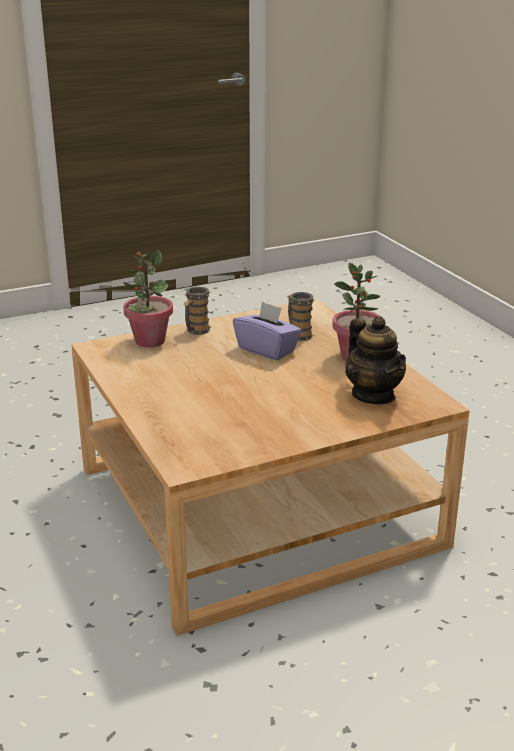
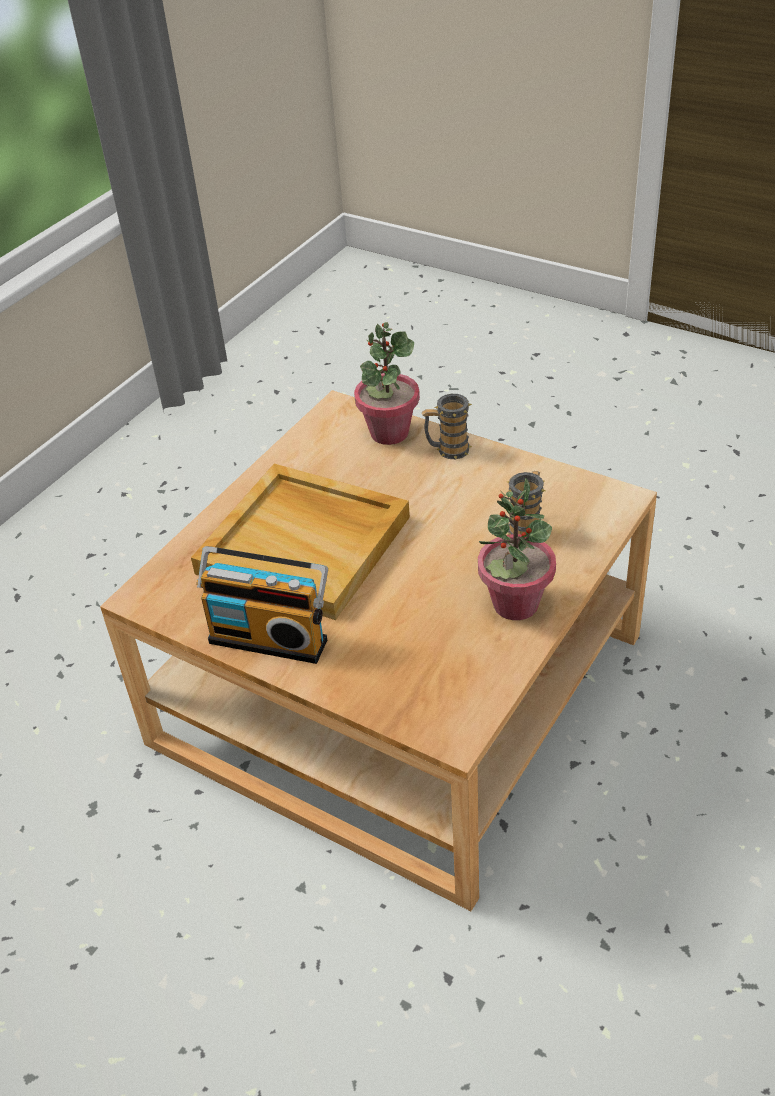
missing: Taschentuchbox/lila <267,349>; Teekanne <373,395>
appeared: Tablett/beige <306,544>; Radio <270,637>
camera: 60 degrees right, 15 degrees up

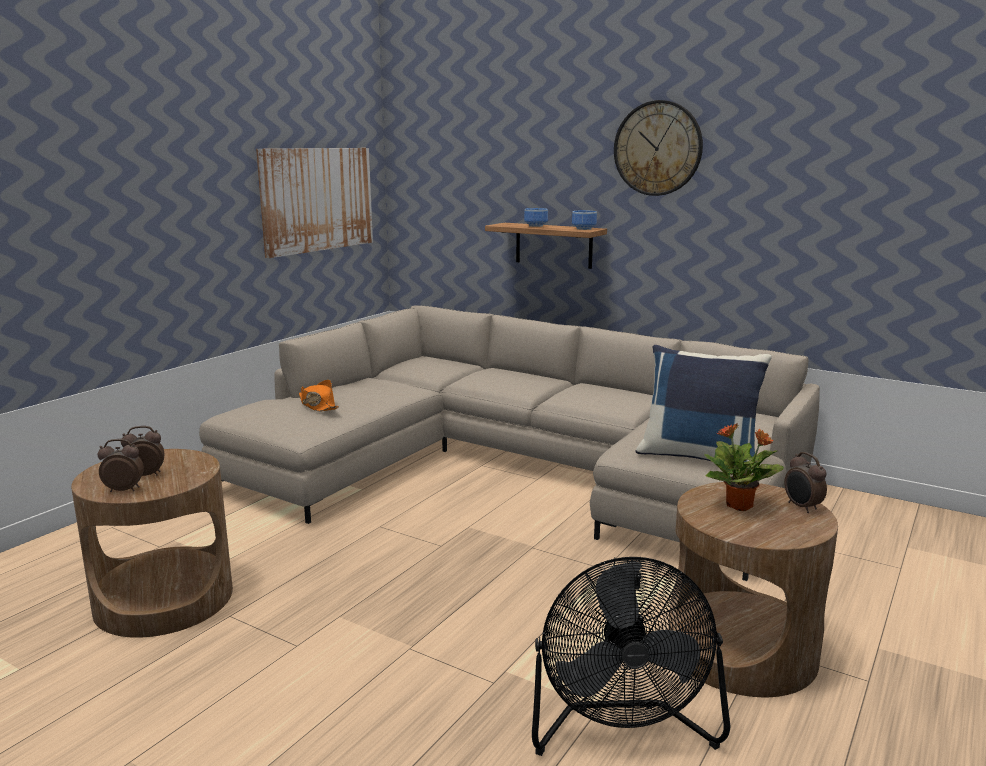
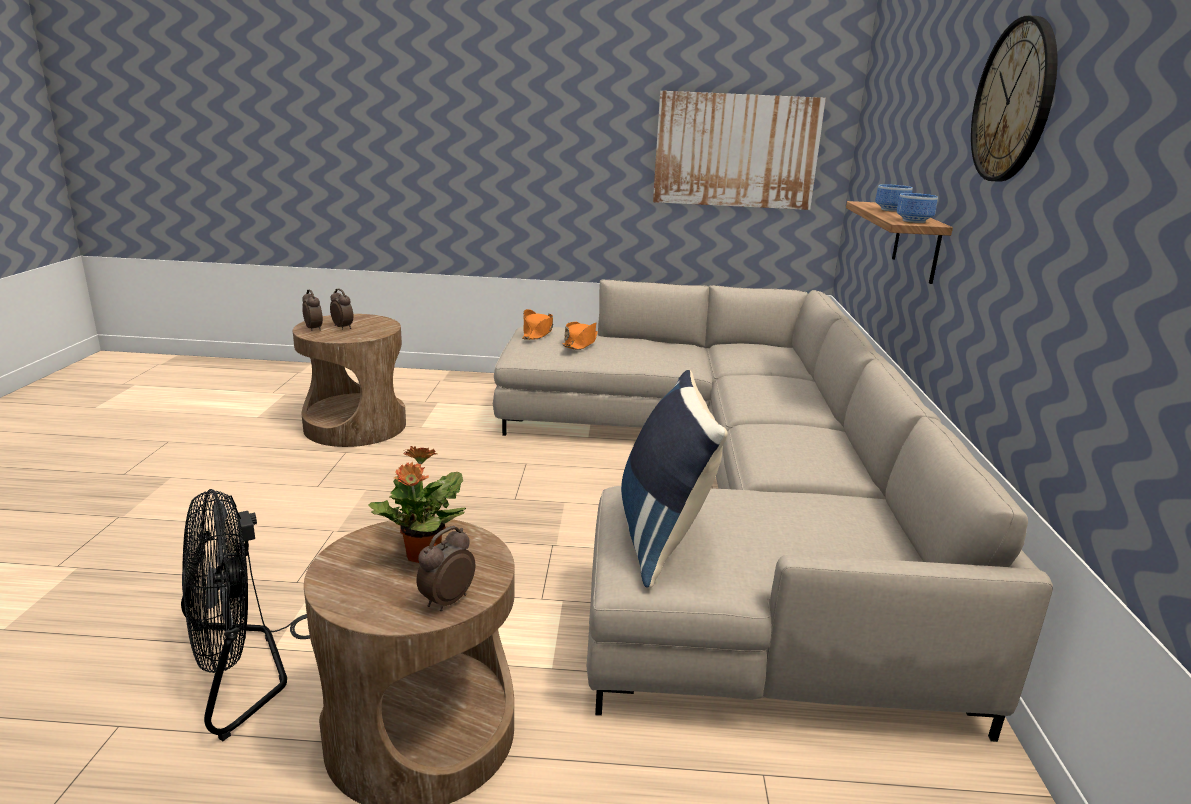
appeared: Hut/orange <537,333>
camera: 60 degrees right, 5 degrees up

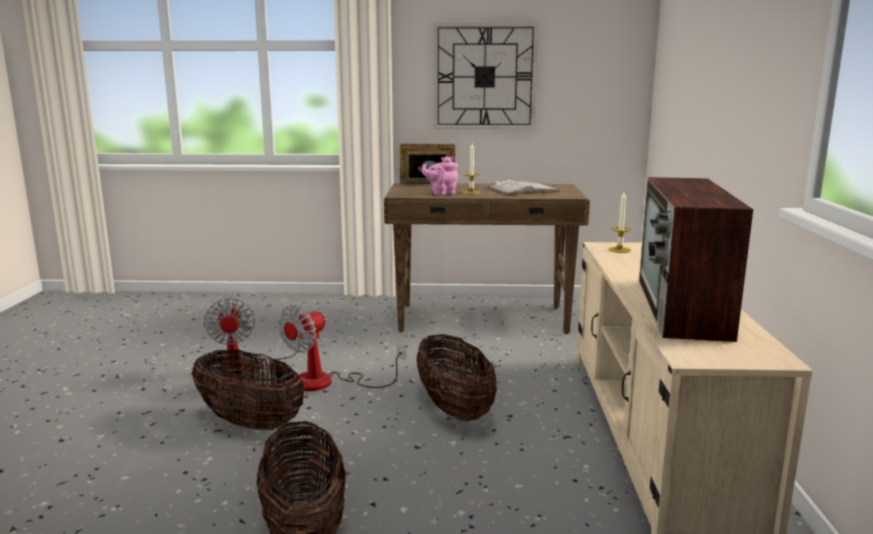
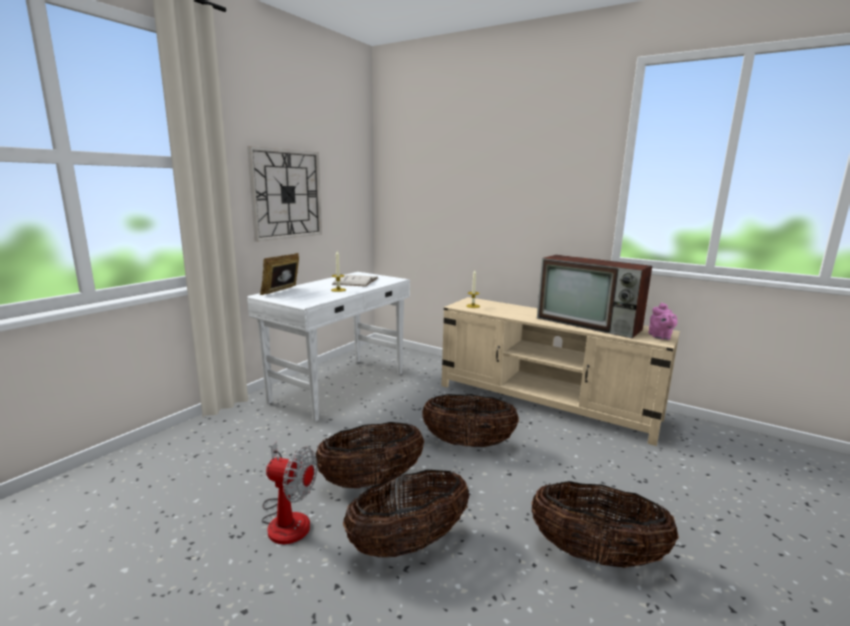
relocated: Teekanne/rosa <441,194> to <660,337>
exchanged: Ventilator <327,382> to Korb <371,481>
colour: Konsolentisch/braun <483,318> to Konsolentisch/weiß <339,387>
camera: 60 degrees left, 0 degrees up

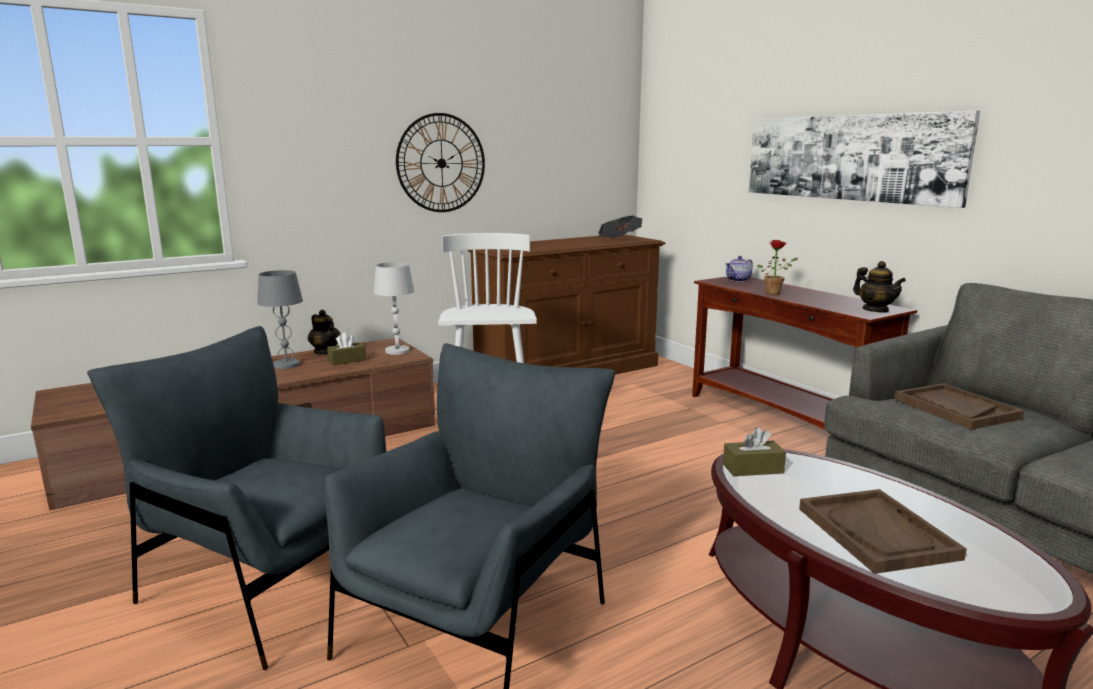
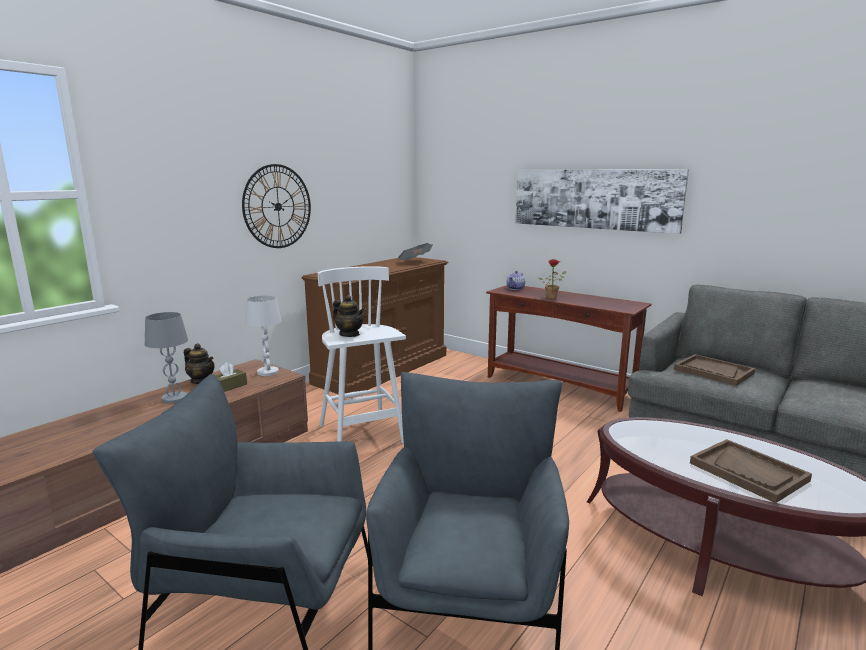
missing: Taschentuchbox/braun <752,468>
relocated: Teekanne <875,310> to <349,334>
camera: 20 degrees left, 0 degrees up

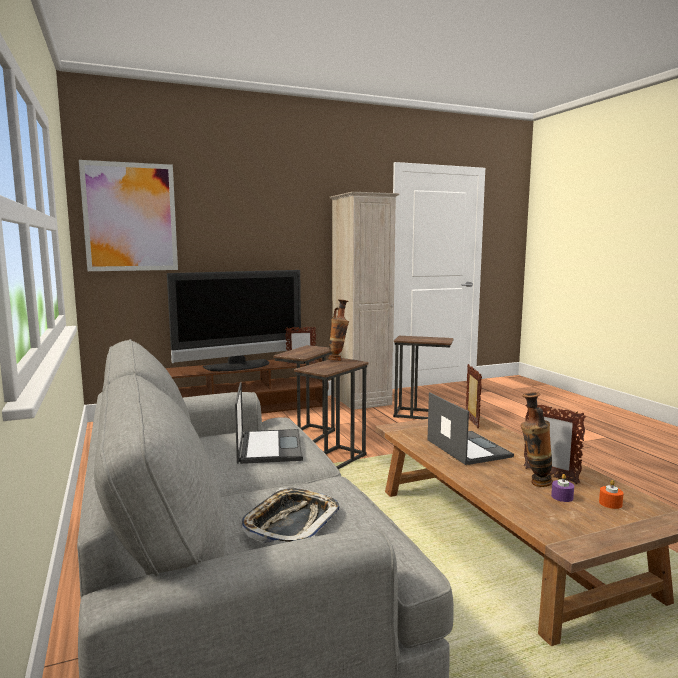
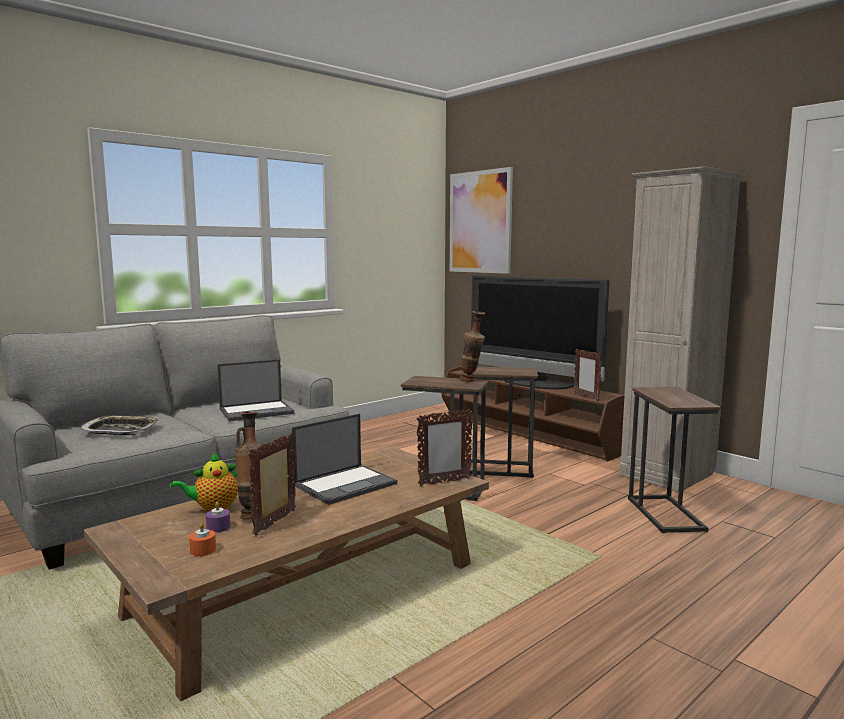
appeared: Teekanne <213,508>
camera: 70 degrees right, 0 degrees up

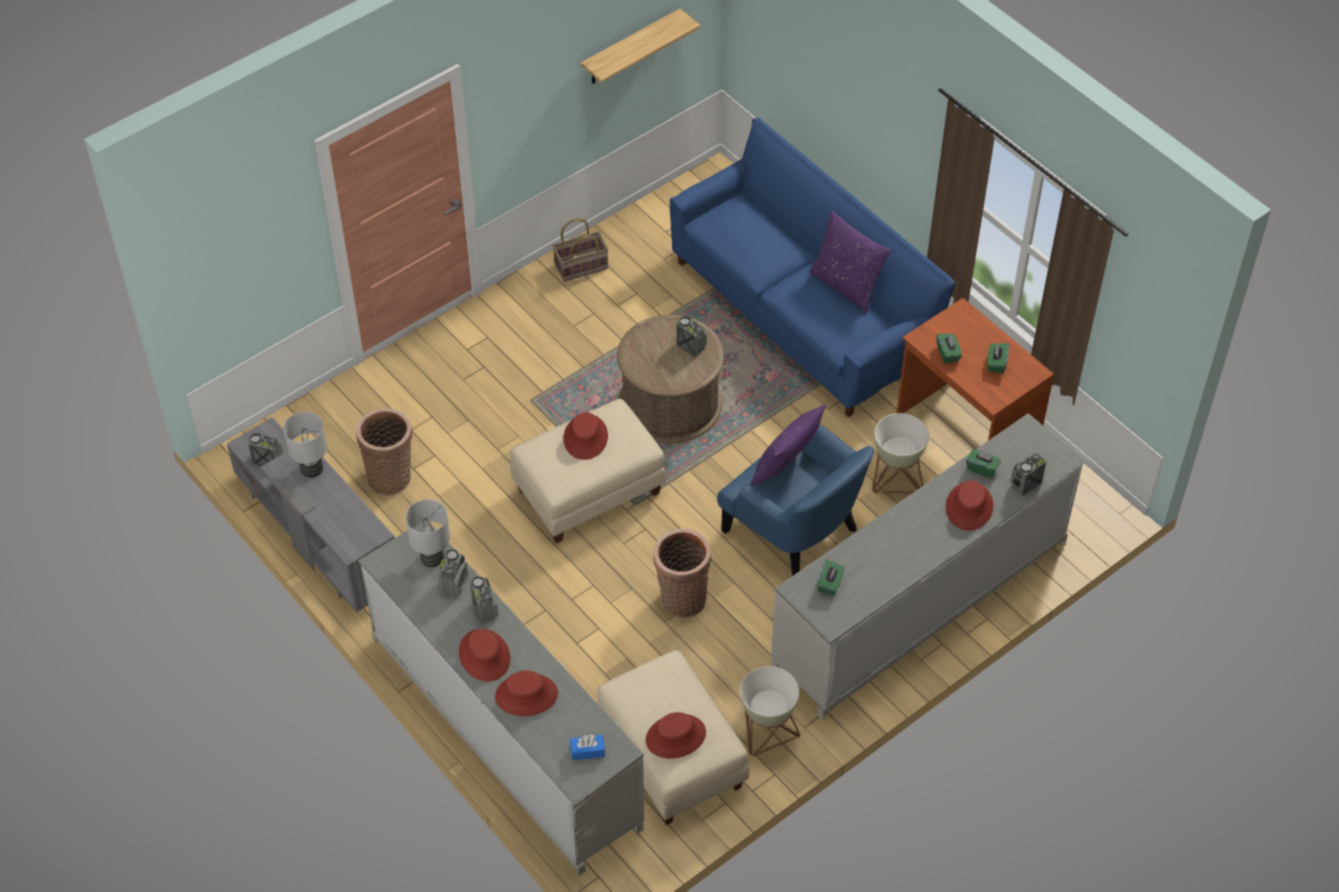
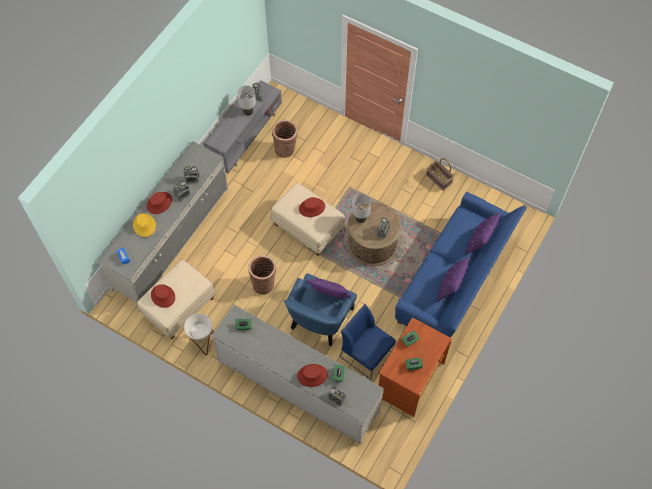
missing: Wandregal <631,48>
appeared: Kissen/lila <480,242>
relocated: Tischlampe/grau <432,557> to <361,218>
exchanged: Pflanzkübel <895,481> to Stuhl/blau <366,355>
colour: Hut/rot <526,695> to Hut/gelb <144,225>
camera: 70 degrees right, 10 degrees up

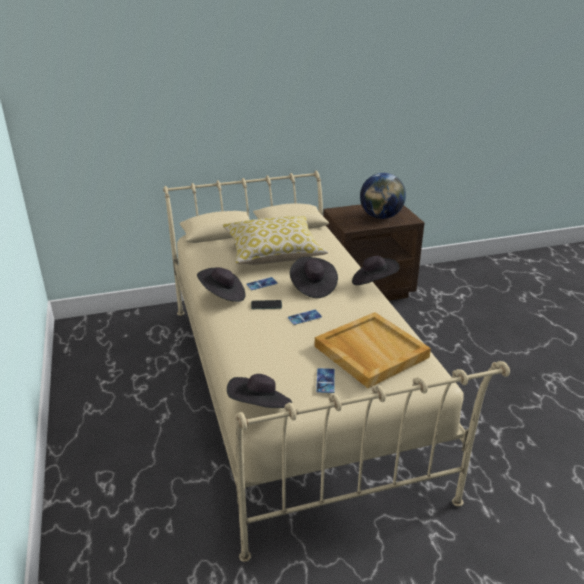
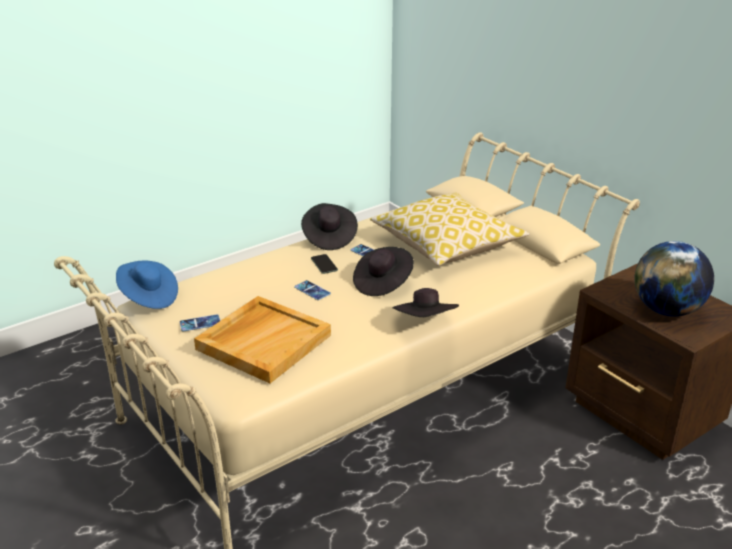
colour: Hut/schwarz <260,407> to Hut/blau <148,297>
camera: 70 degrees right, 0 degrees up

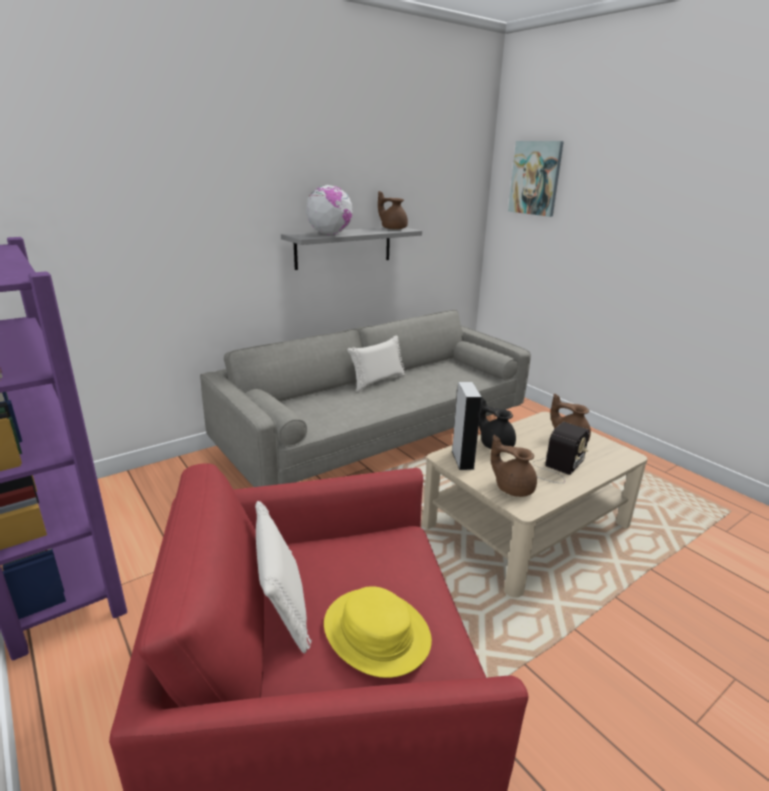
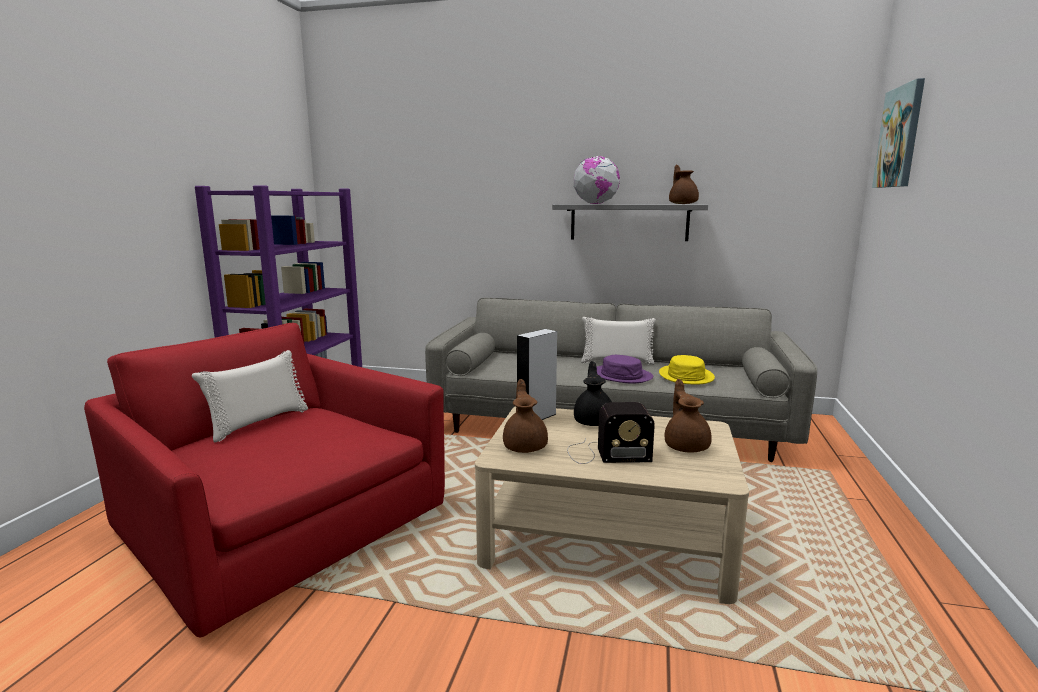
appeared: Hut/lila <621,375>
relocated: Hut/gelb <376,632> to <685,376>
camera: 50 degrees right, 10 degrees down

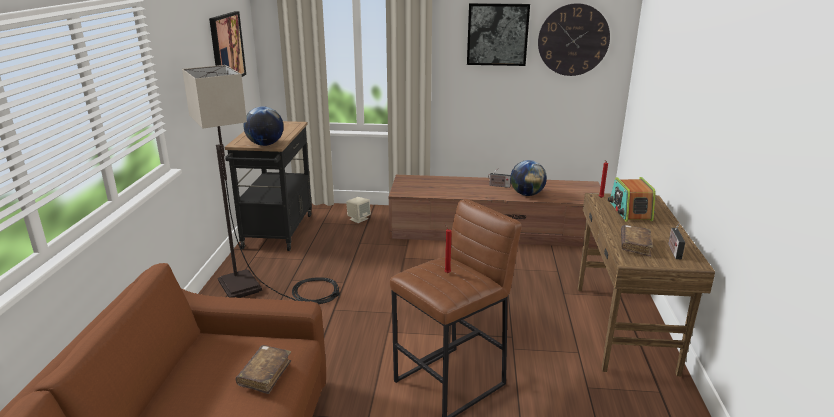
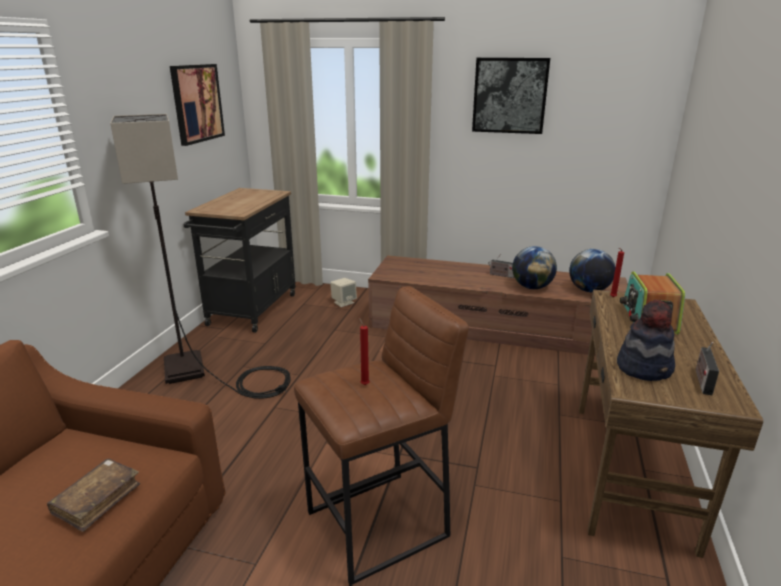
missing: Wanduhr <573,40>
relocated: Globus <265,144> to <589,290>
exchanged: Buch/braun <635,245> to Hut <644,368>
camera: 10 degrees right, 0 degrees up

